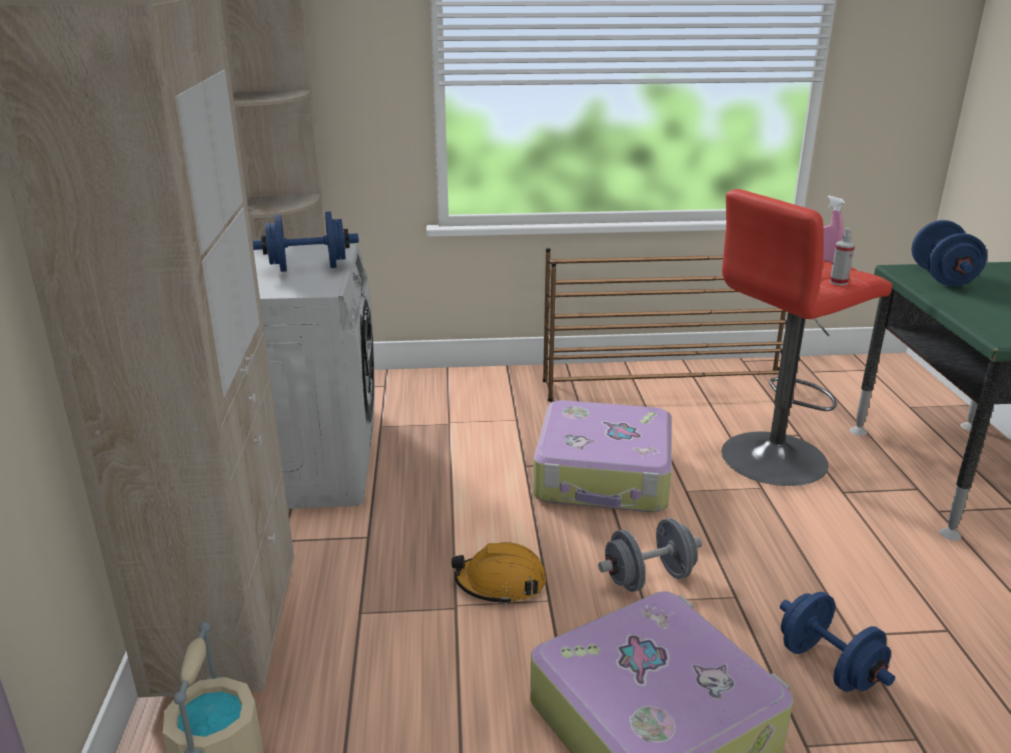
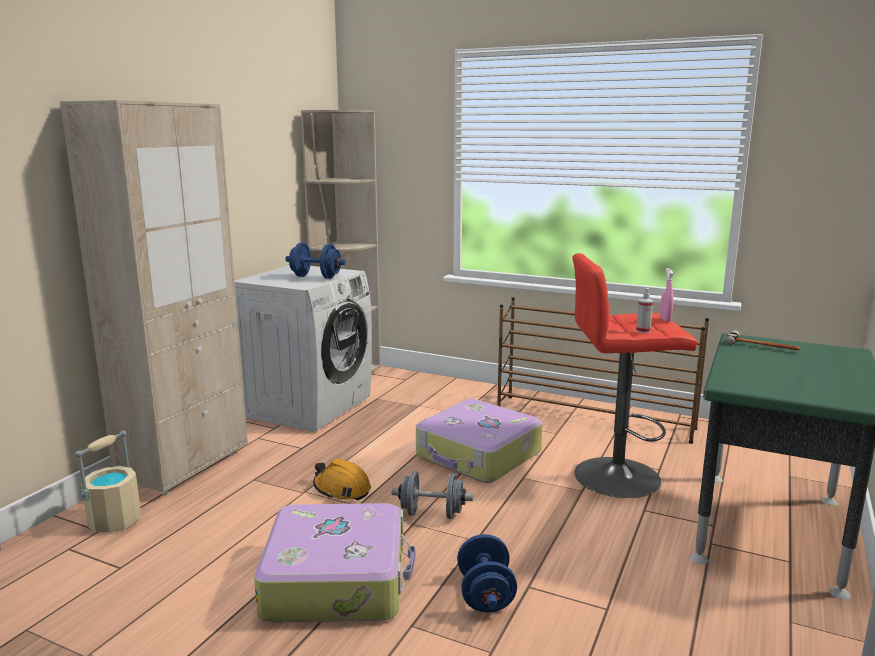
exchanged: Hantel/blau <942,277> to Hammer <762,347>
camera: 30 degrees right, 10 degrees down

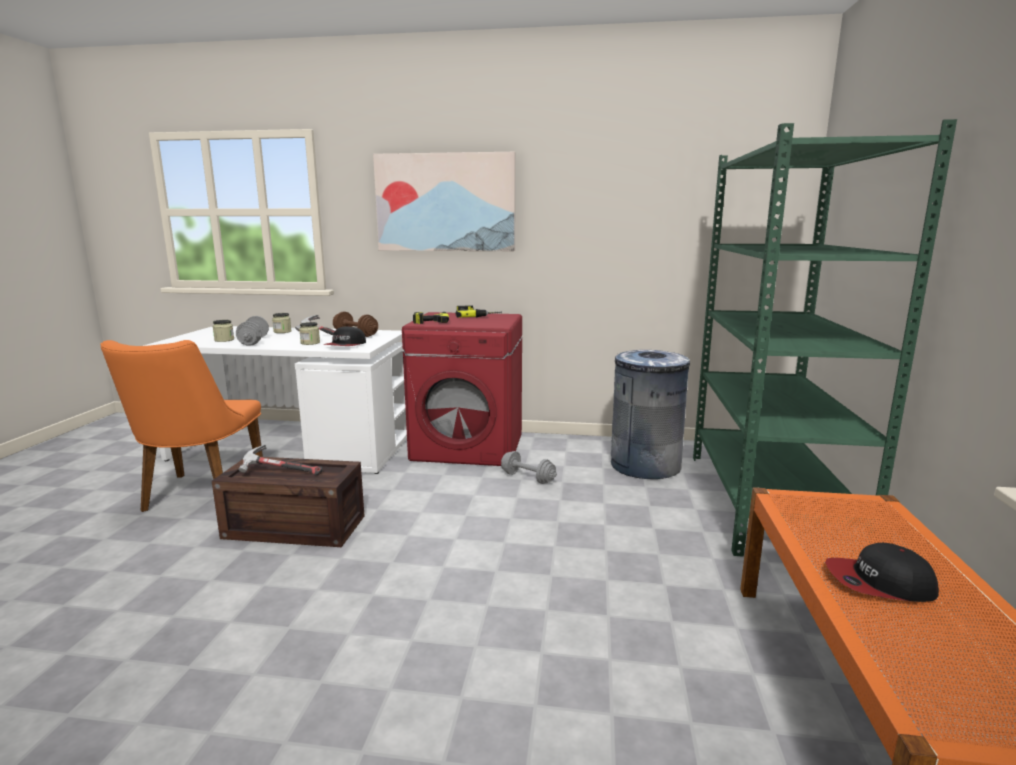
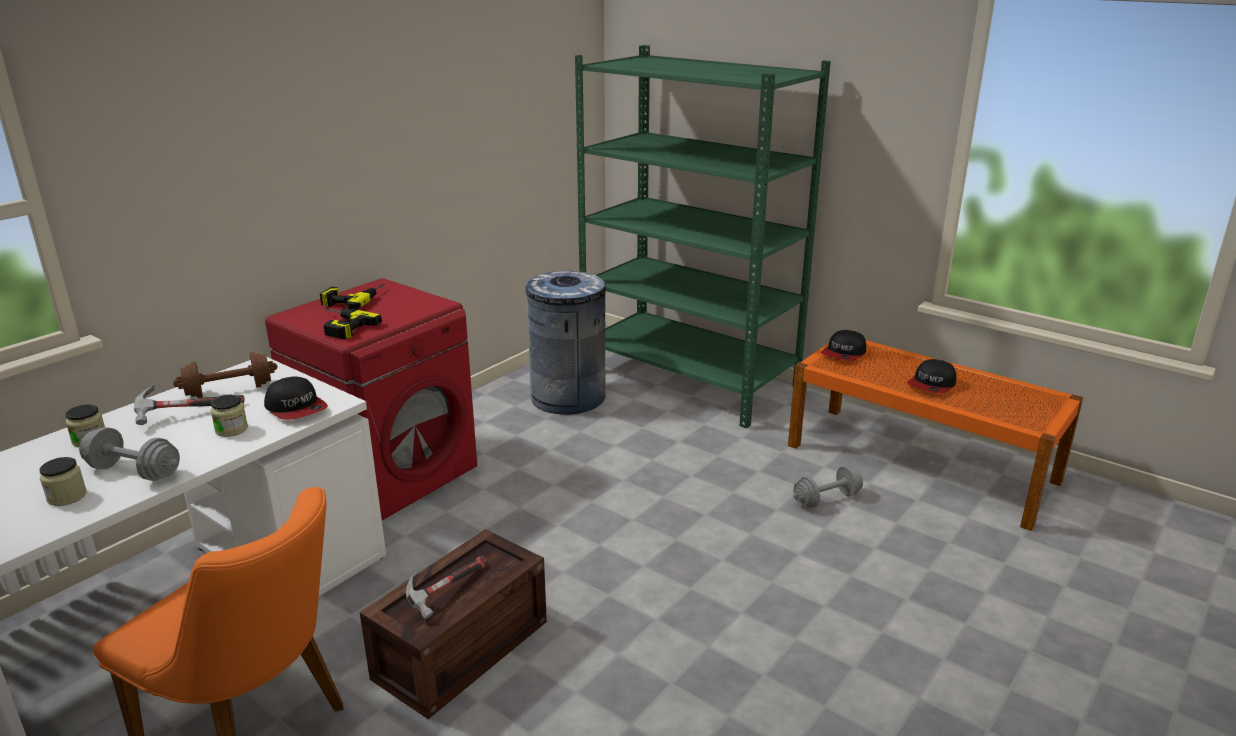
missing: Bild <445,203>
appeared: Kappe <844,353>
relocated: Hantel/grau <528,478> to <826,499>
camera: 60 degrees left, 10 degrees up

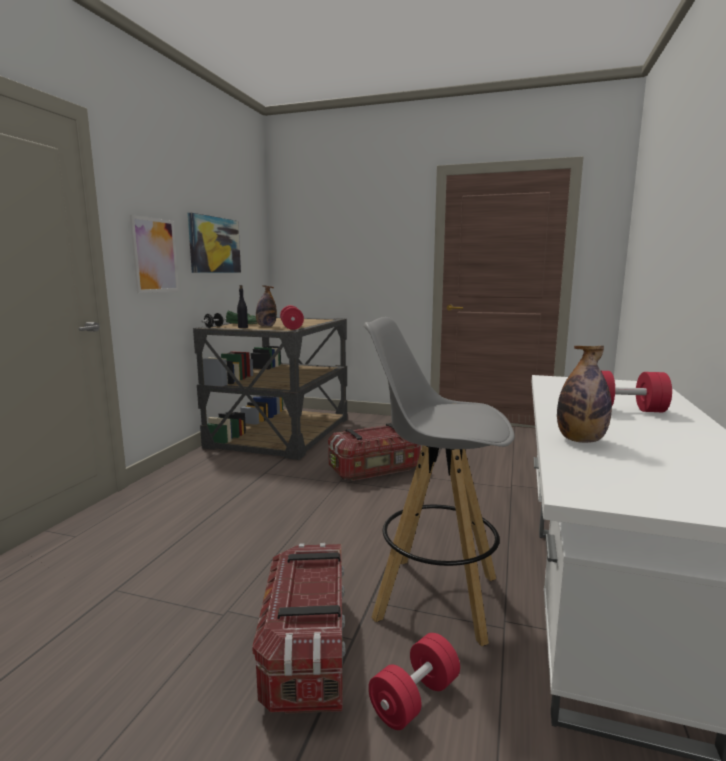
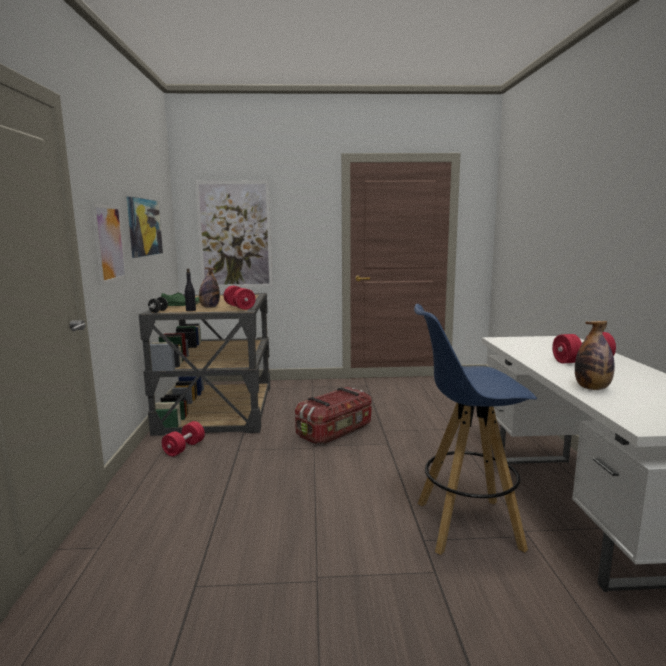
missing: Aufbewahrungsbox <307,651>
appeared: Bild <235,235>
relocated: Hantel/rot <414,698> to <184,448>
colour: Hocker/grau <434,596> to Hocker/blau <465,524>
camera: 20 degrees left, 0 degrees up

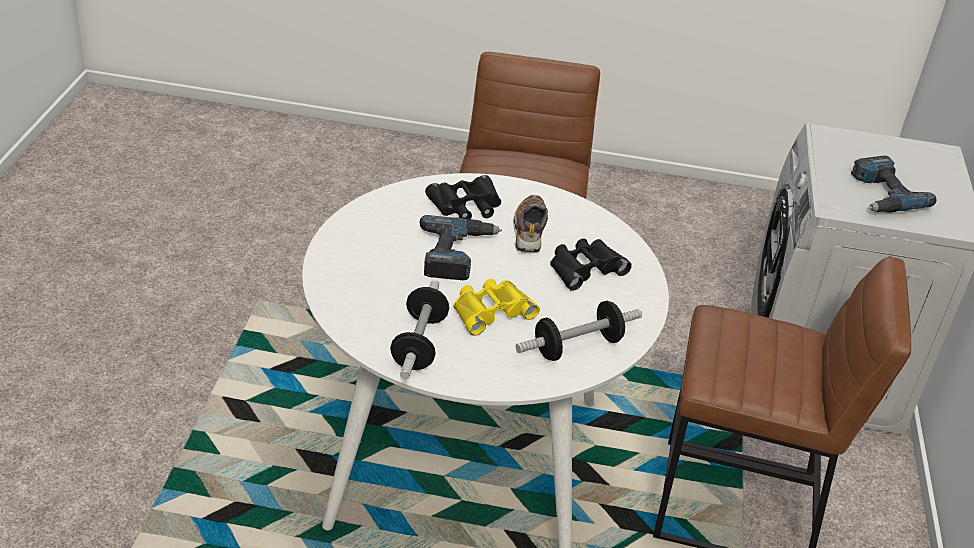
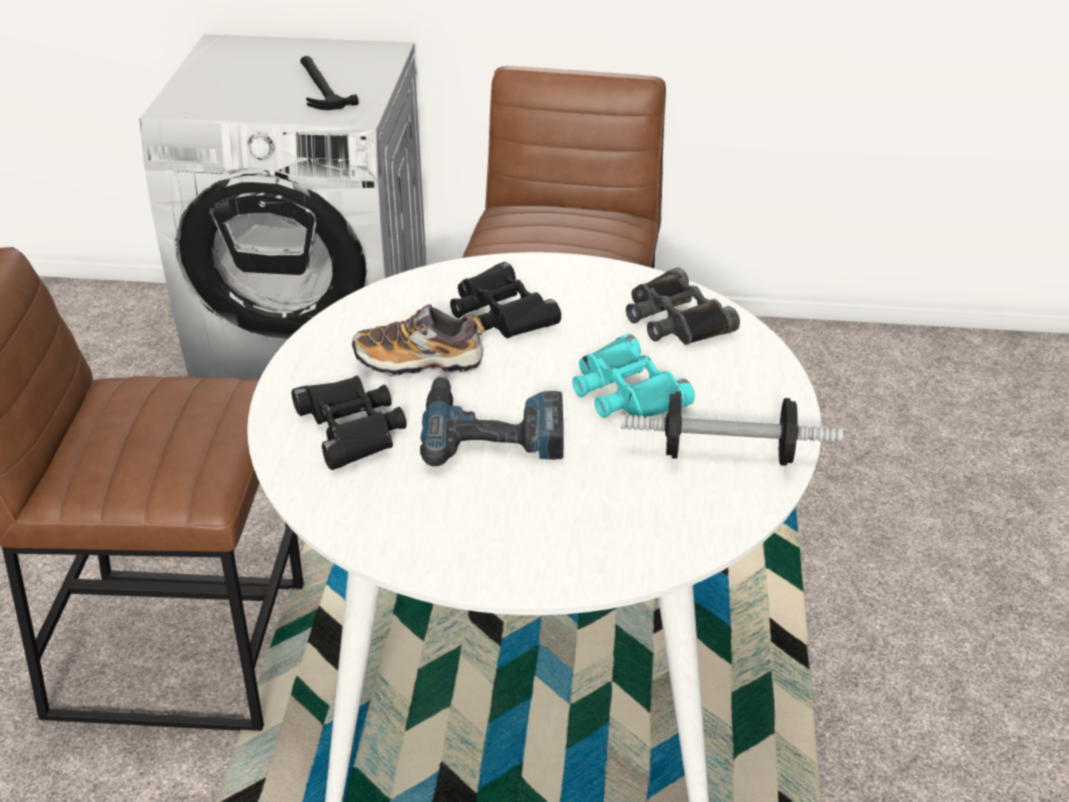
exchanged: Bohrmaschine <881,194> to Hammer <320,86>; Hantel <577,346> to Fernglas/schwarz <675,319>
colour: Fernglas/gelb <491,311> to Fernglas/türkis <625,392>
camera: 90 degrees left, 0 degrees up

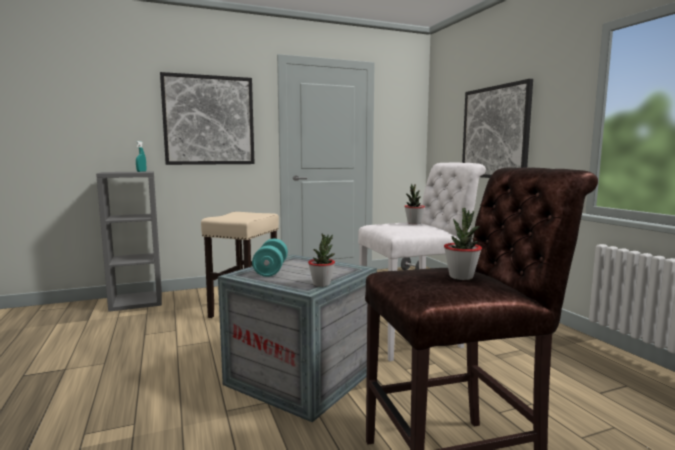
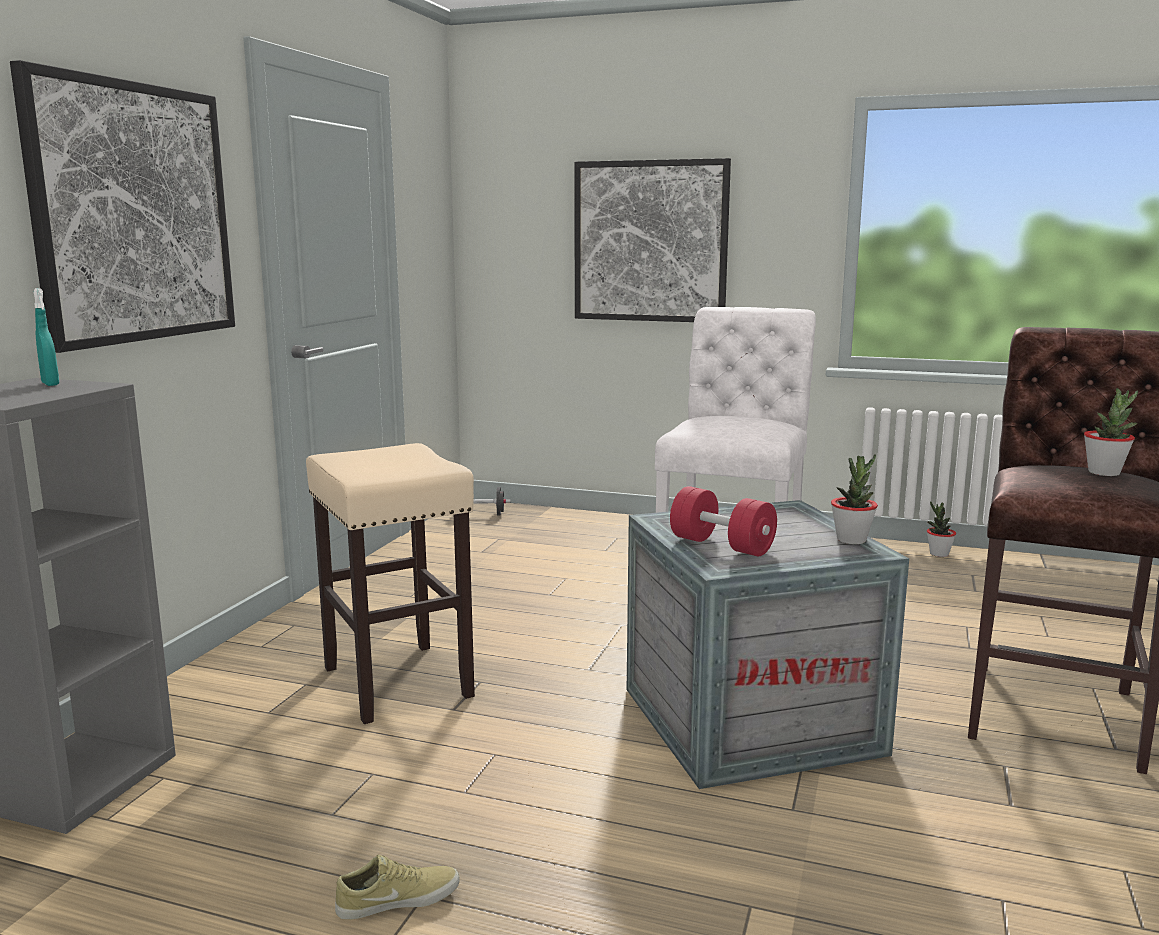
appeared: Schuh/beige <398,898>
relocated: Topfpflanze <414,223> to <939,554>
colour: Hantel/türkis <271,270> to Hantel/rot <722,545>
camera: 50 degrees left, 5 degrees up

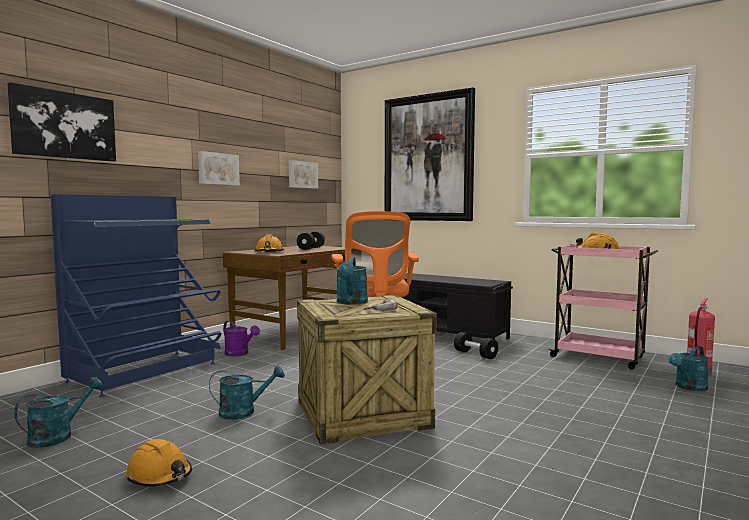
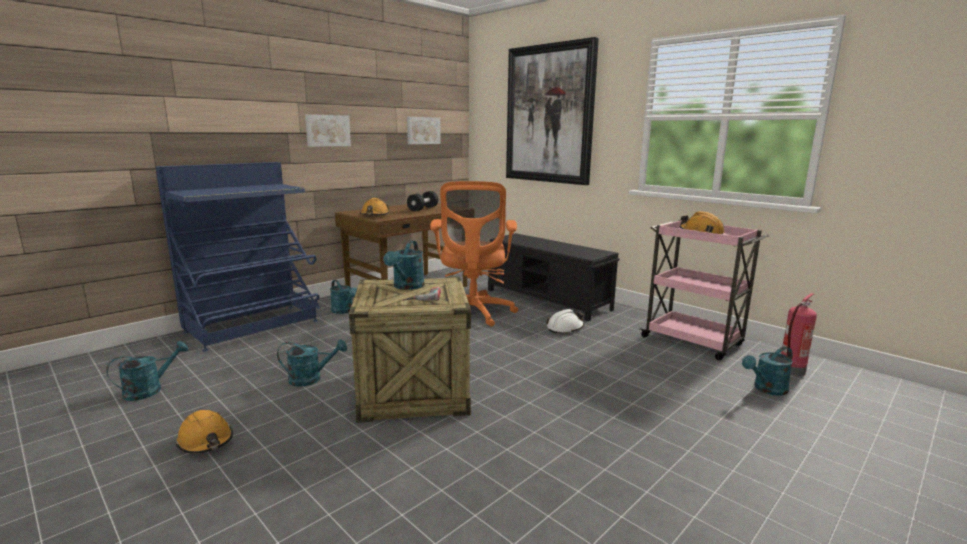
missing: Bild <64,125>
exchanged: Hantel/schwarz <475,354> to Schutzhelm/weiß <565,328>
colour: Gießkanne/lila <239,354> to Gießkanne/türkis <344,311>
camera: 10 degrees right, 10 degrees up

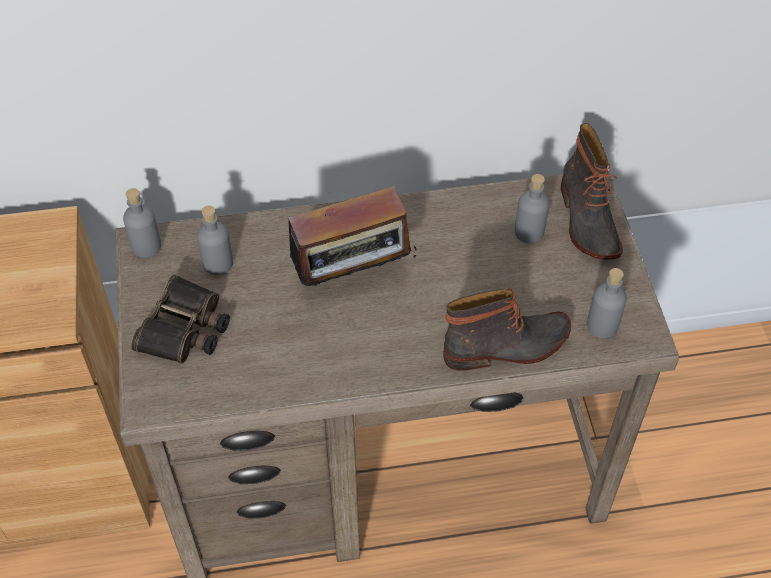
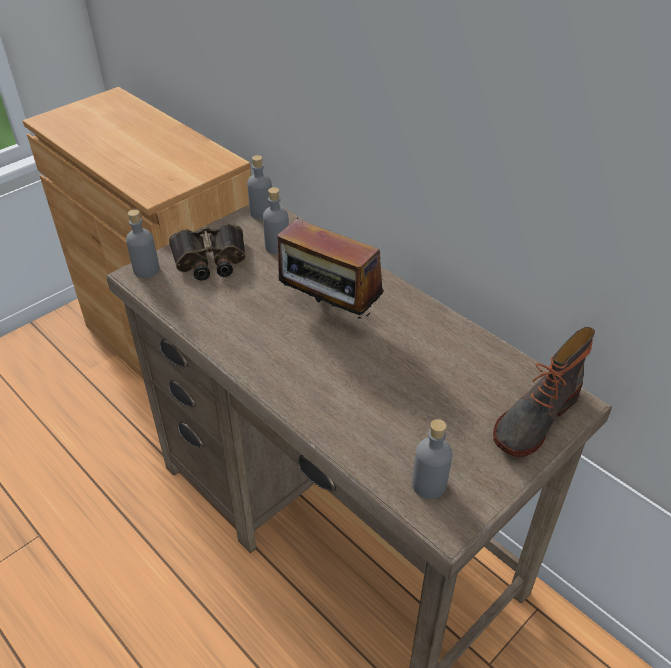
missing: Stiefel <507,348>
relocated: Flasche/grau <529,232> to <146,270>
camera: 55 degrees right, 10 degrees down

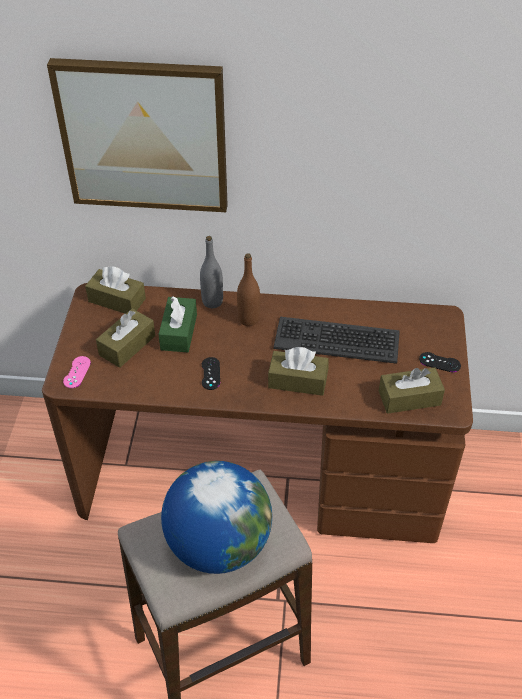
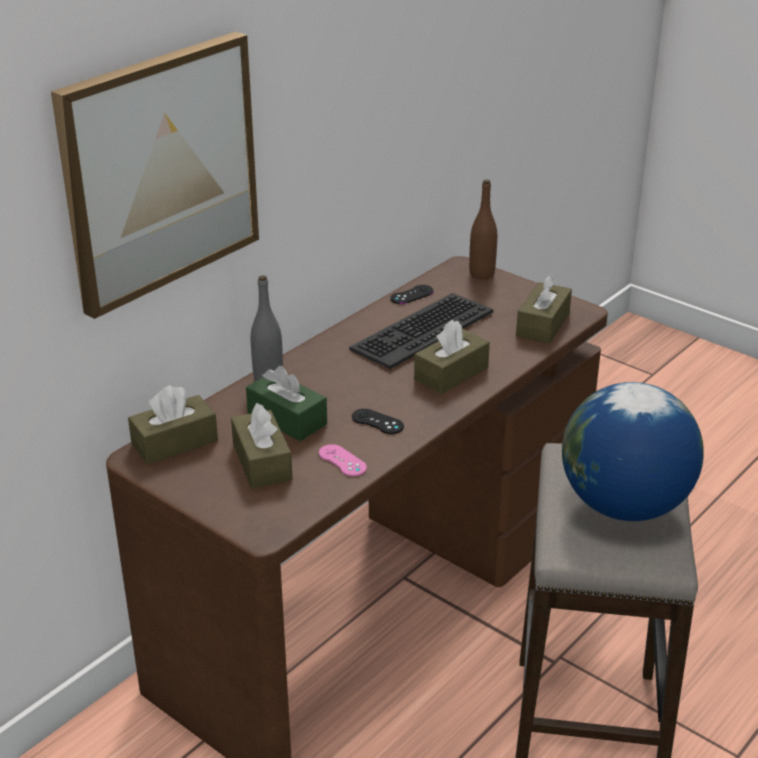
relocated: Gamepad/rosa <77,372> to <342,461>; Gamepad/schwarz <439,362> to <411,295>; Flasche/braun <248,319> to <481,274>
camera: 55 degrees left, 15 degrees down

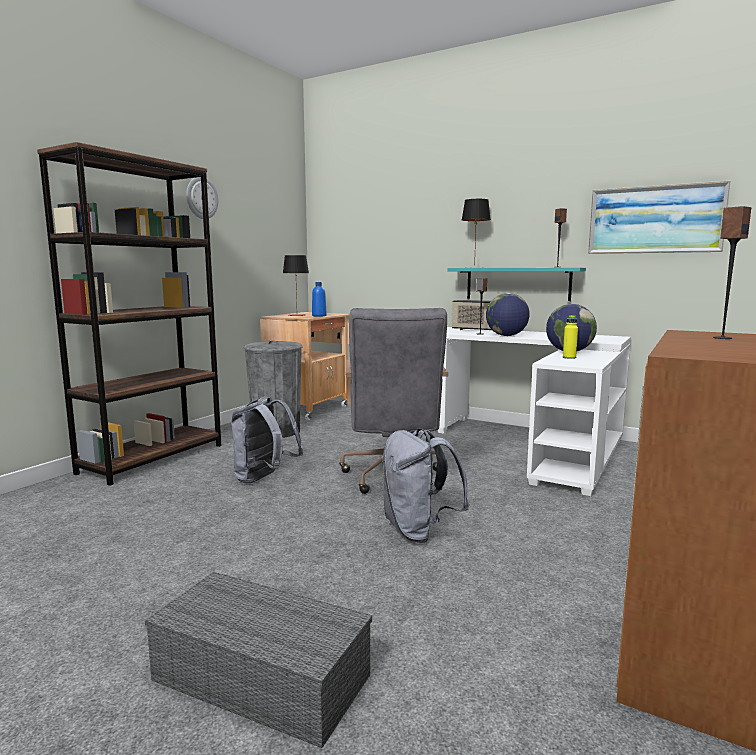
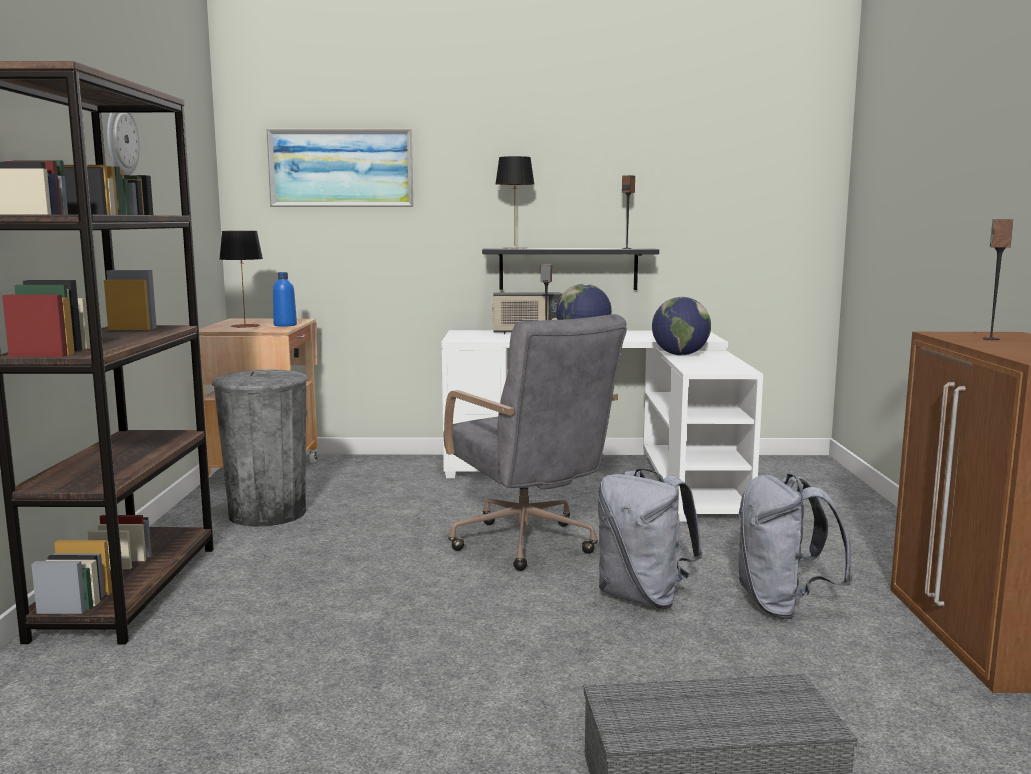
missing: Flasche/gelb <569,357>
relocated: Bild <655,219> to <341,168>; Rucksack/grau <264,479> to <783,606>
colour: Wandregal/türkis <517,283> to Wandregal/schwarz <568,269>
camera: 30 degrees left, 0 degrees up

